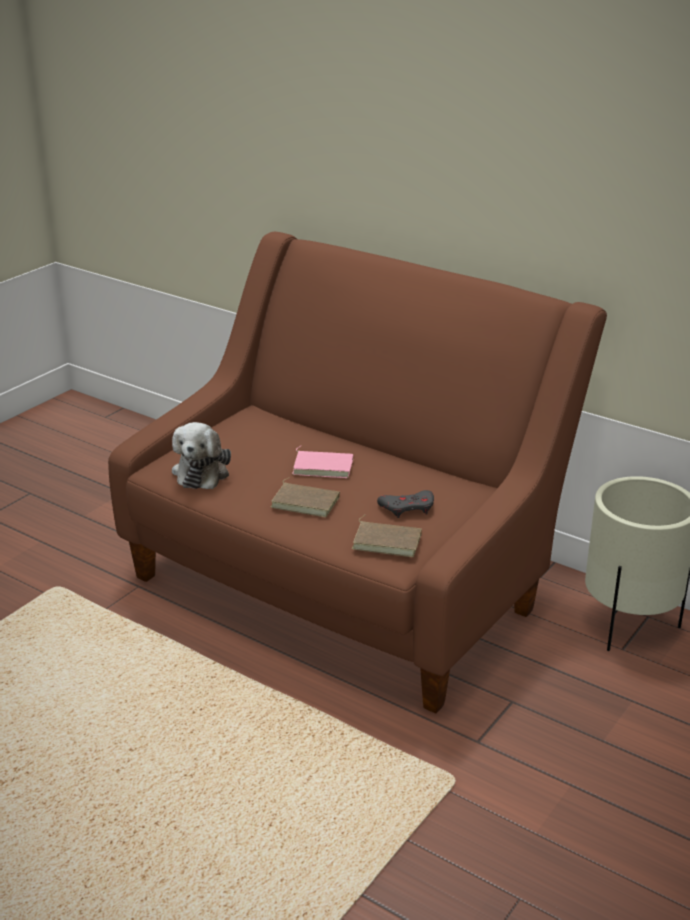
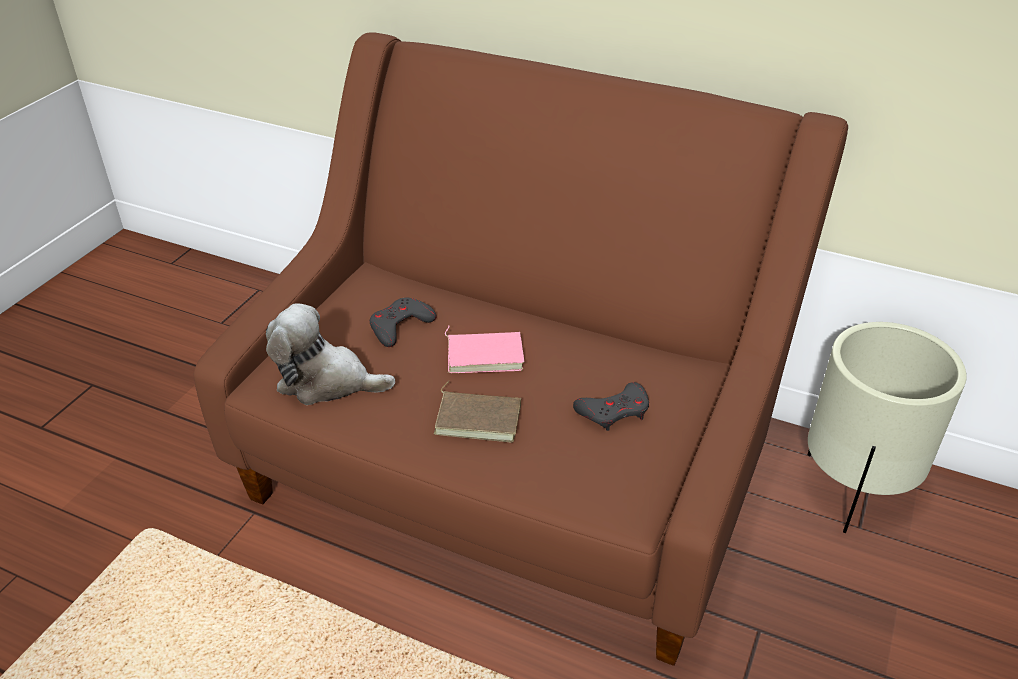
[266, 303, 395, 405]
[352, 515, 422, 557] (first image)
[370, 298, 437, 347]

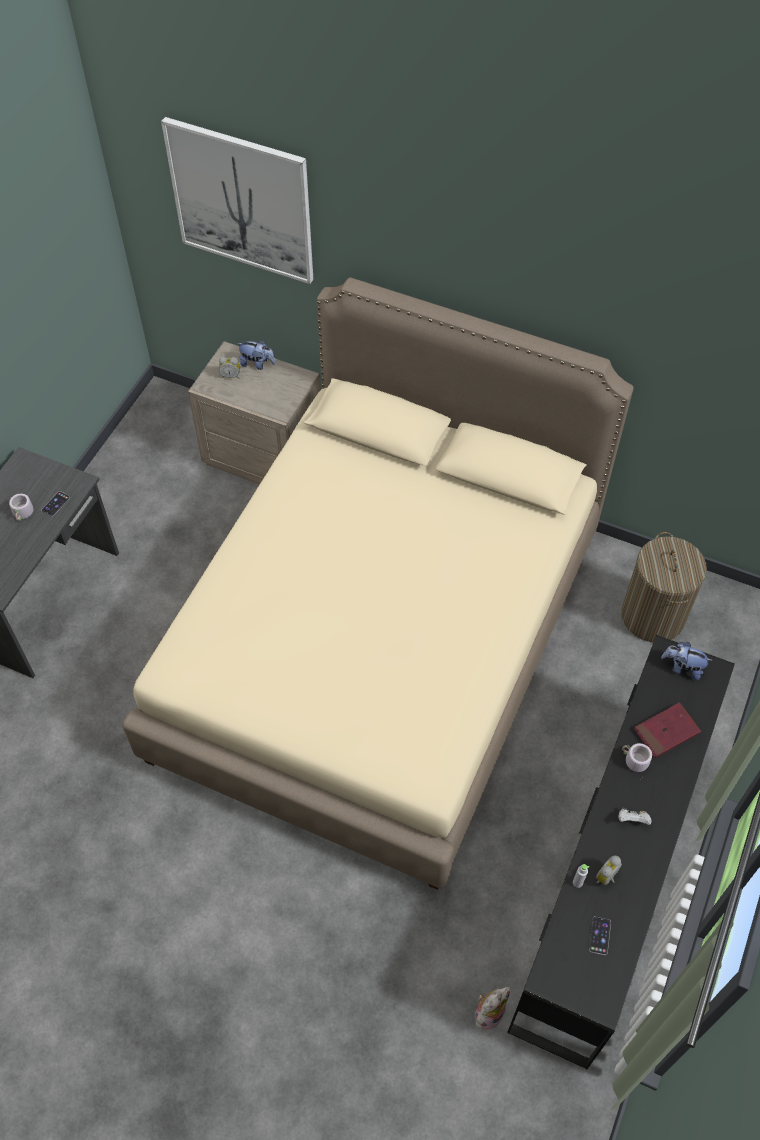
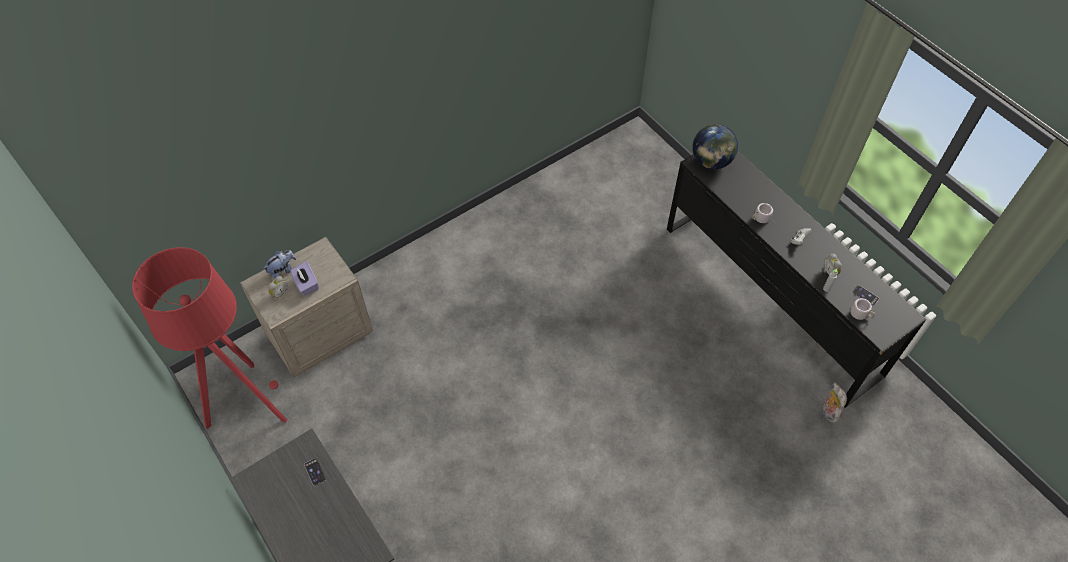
[161, 117, 314, 284] (first image)
[122, 277, 634, 890] (first image)
[850, 298, 875, 320]
[621, 532, 707, 642] (first image)
[692, 124, 738, 169]
[634, 702, 701, 758] (first image)
[132, 247, 287, 429]
[290, 261, 318, 295]

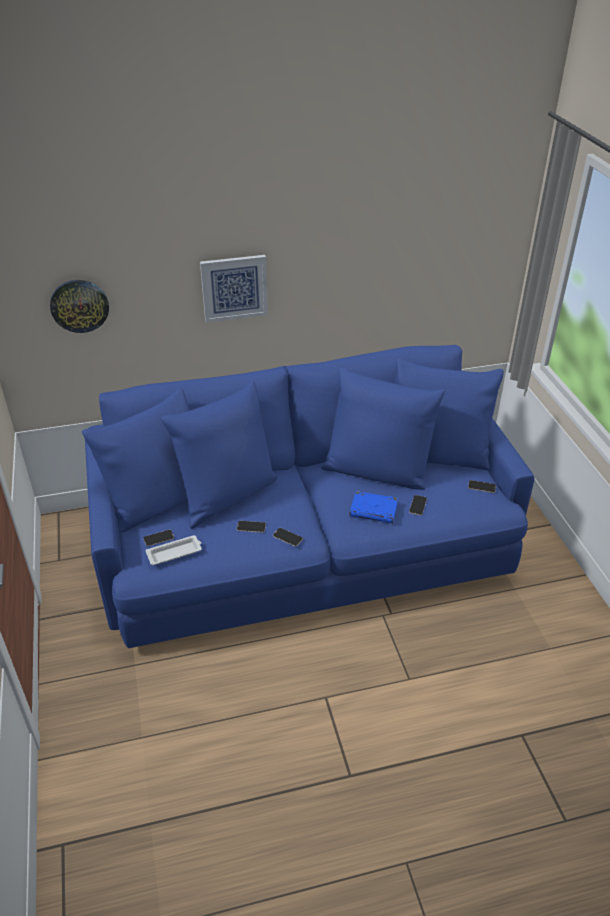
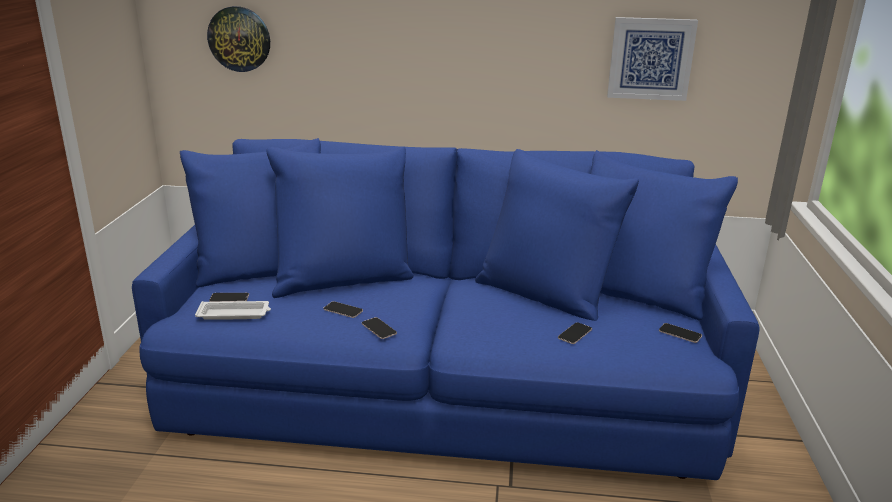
[607, 17, 698, 101]
[350, 491, 398, 523] (first image)

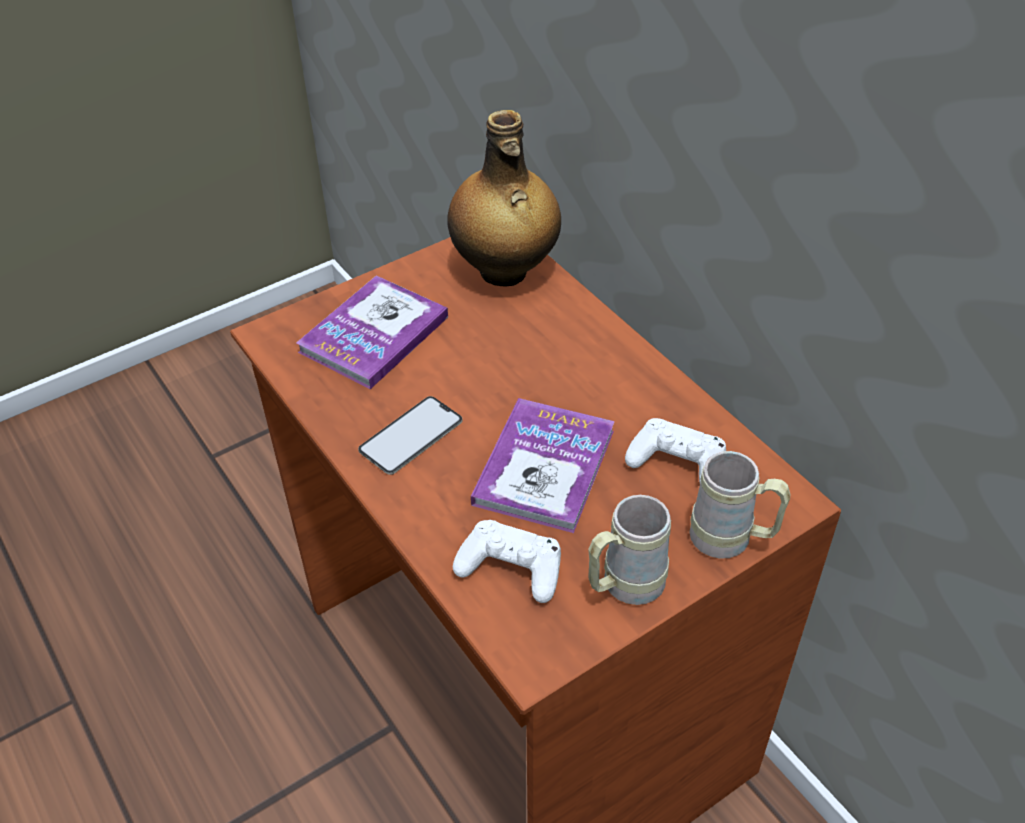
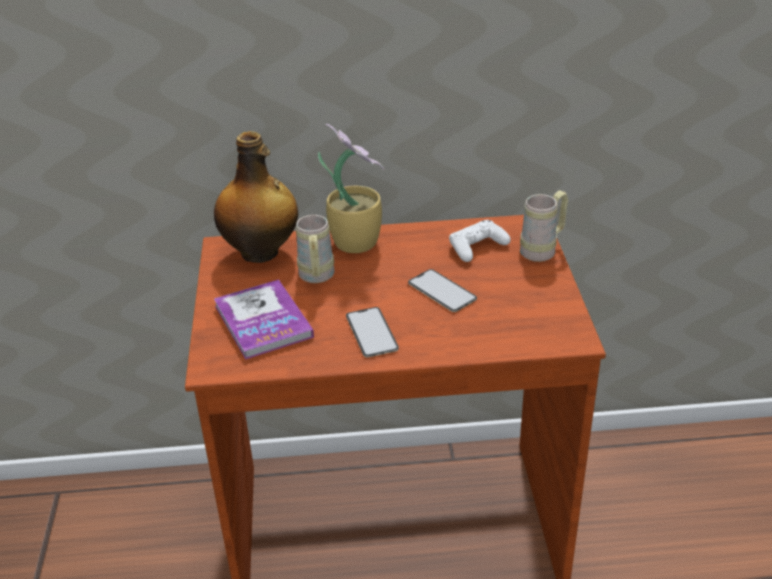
[408, 269, 477, 312]
[296, 215, 334, 283]
[453, 520, 561, 603] (first image)
[318, 124, 385, 253]

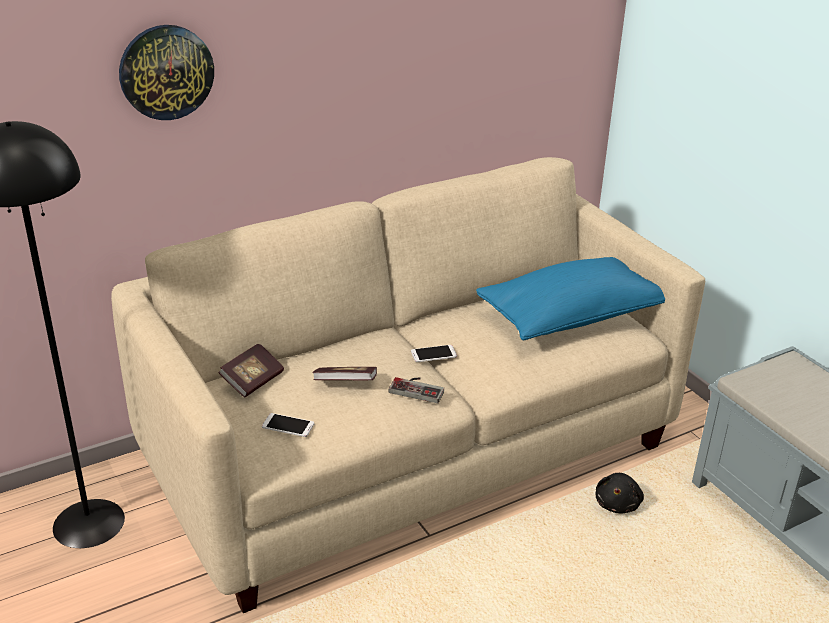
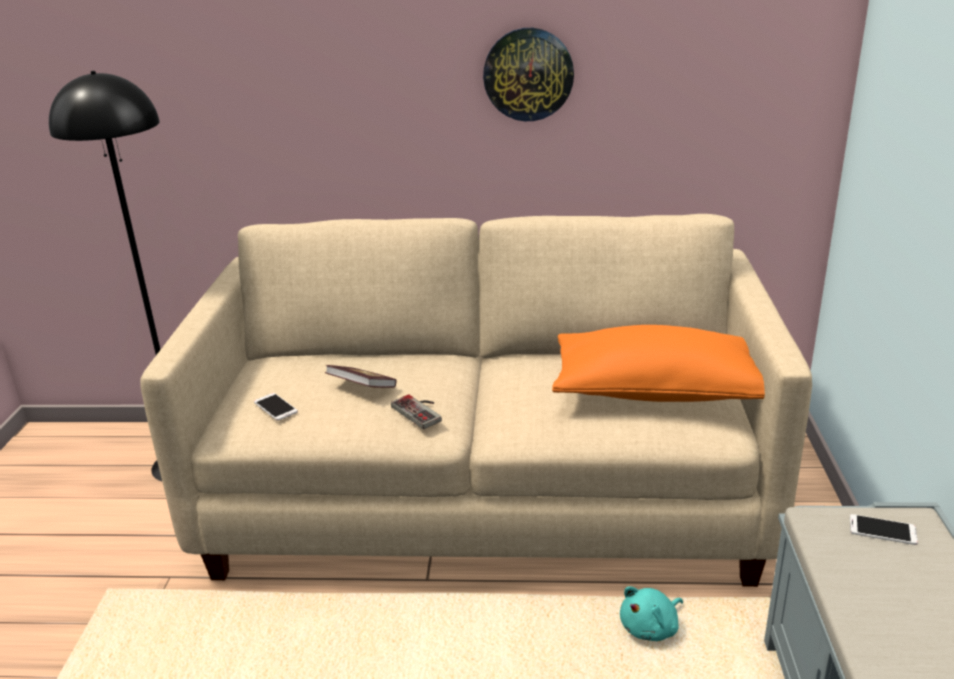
[483, 28, 574, 121]
[552, 325, 765, 402]
[218, 344, 284, 398] (first image)
[850, 514, 918, 545]
[620, 586, 683, 641]

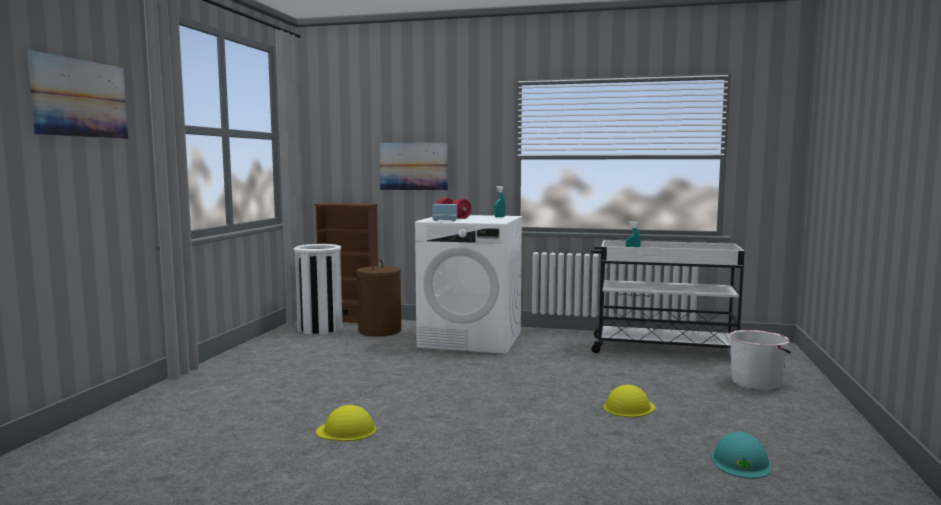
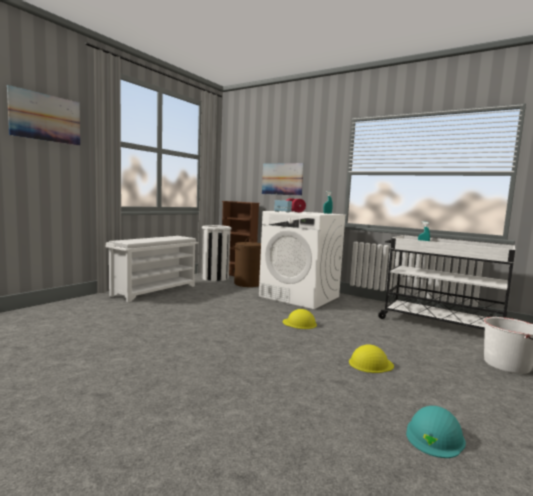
[283, 309, 317, 329]
[105, 236, 199, 302]

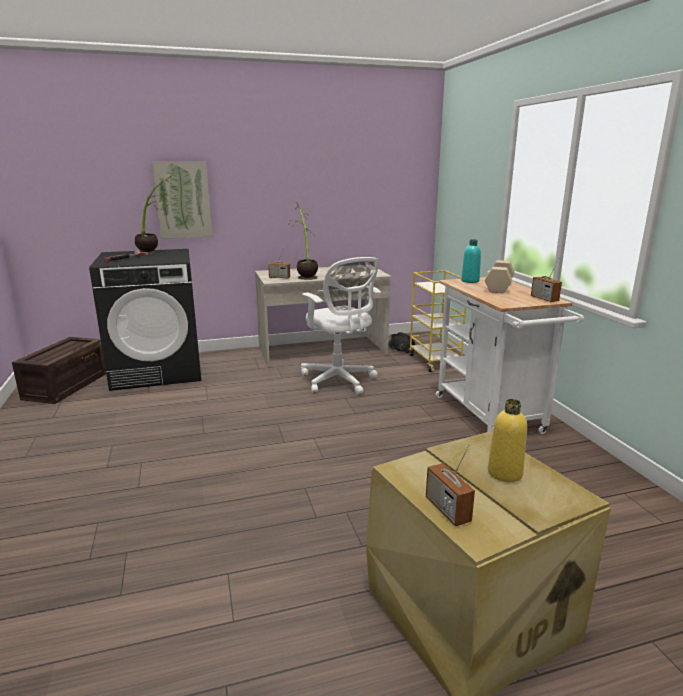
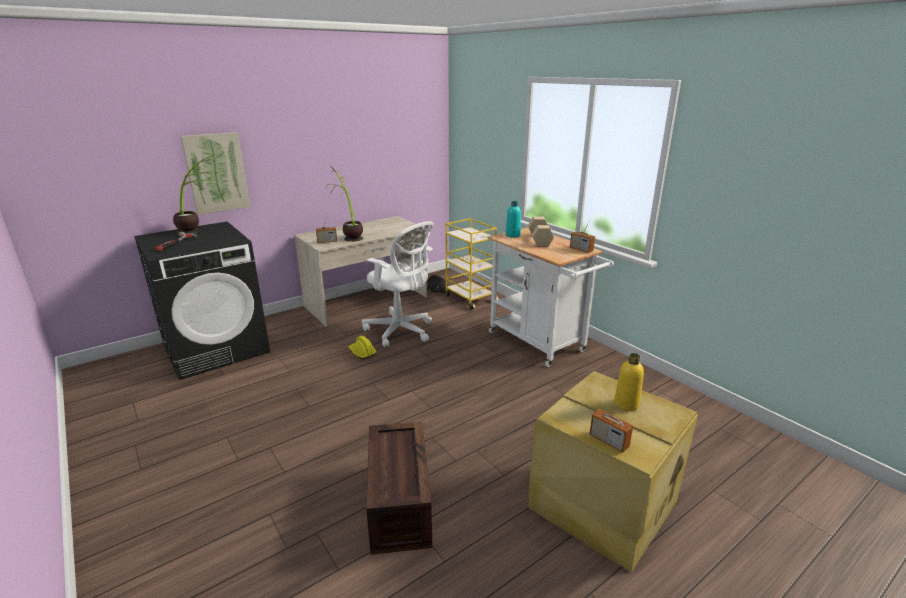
[366, 422, 432, 555]
[349, 336, 377, 359]

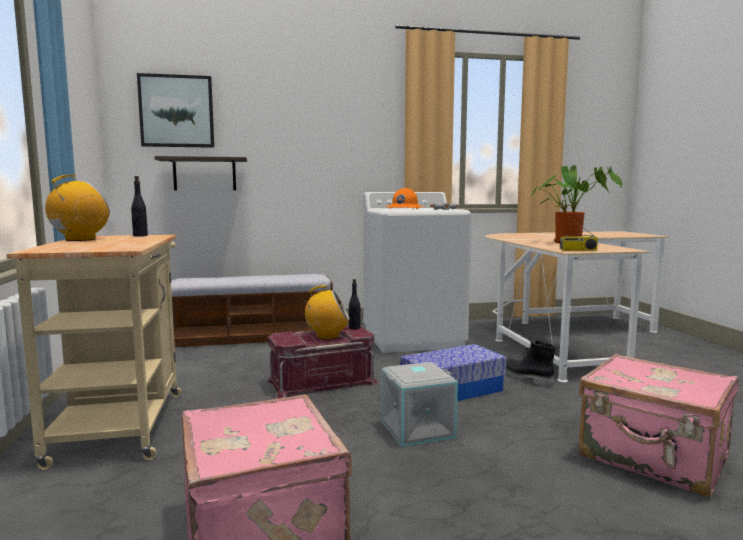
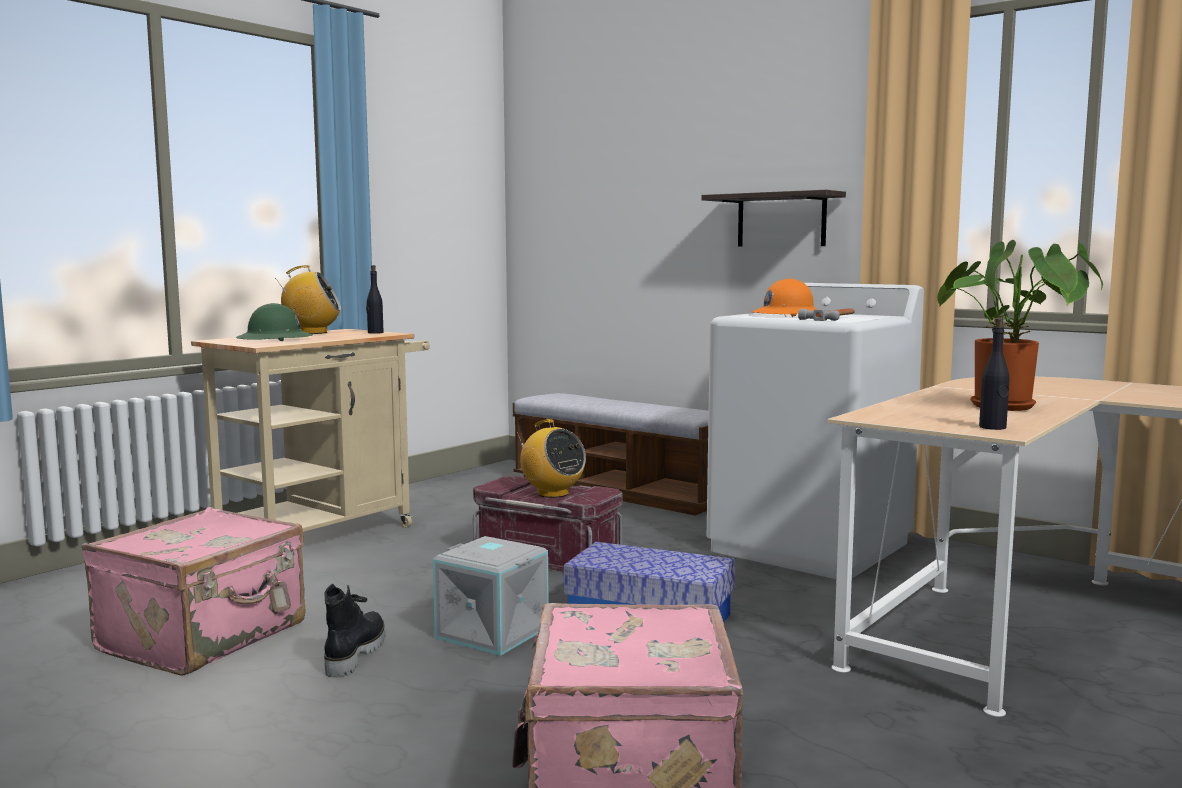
[137, 73, 214, 148] (first image)
[701, 190, 846, 247]
[560, 216, 598, 251] (first image)
[979, 318, 1009, 430]
[324, 583, 385, 678]
[236, 303, 313, 341]

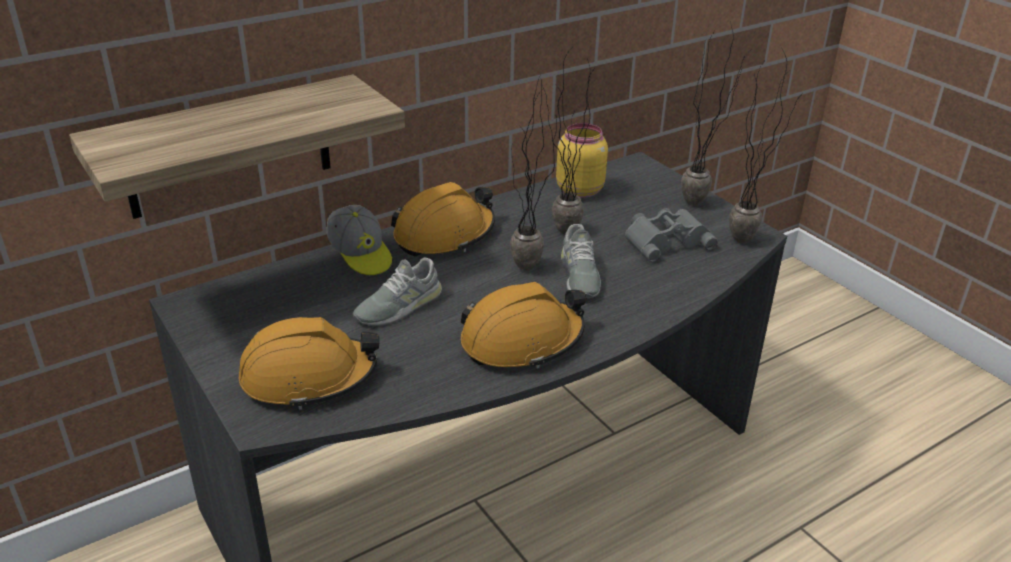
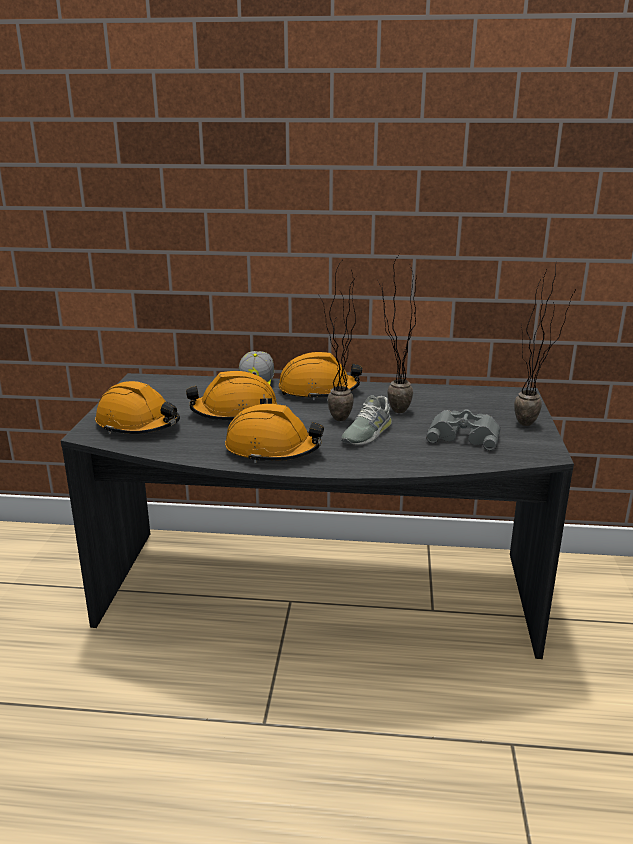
[729, 47, 804, 243] (first image)
[69, 75, 405, 219] (first image)
[556, 123, 608, 198] (first image)
[186, 371, 277, 420]

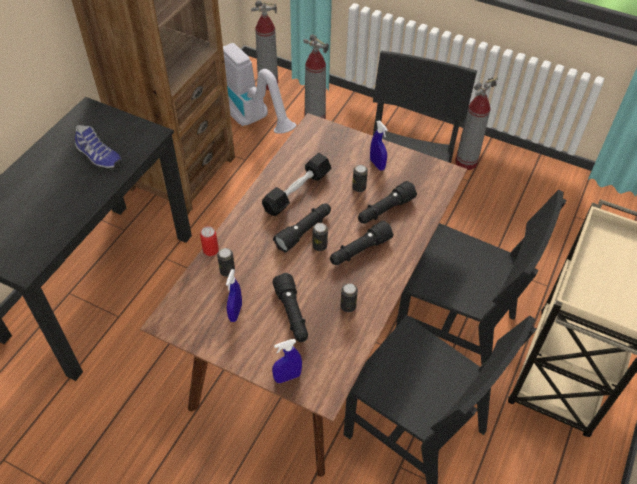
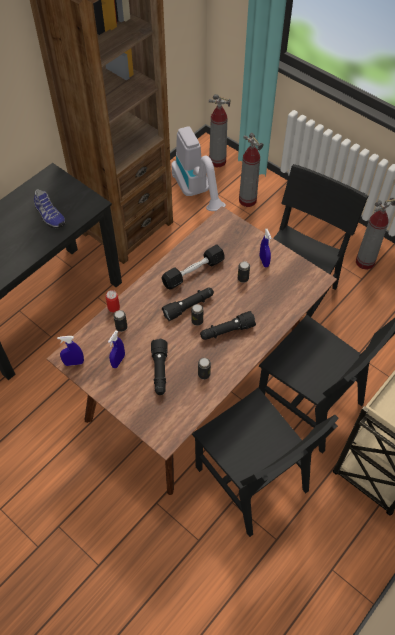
[358, 181, 417, 223] (first image)
[57, 336, 84, 366]

